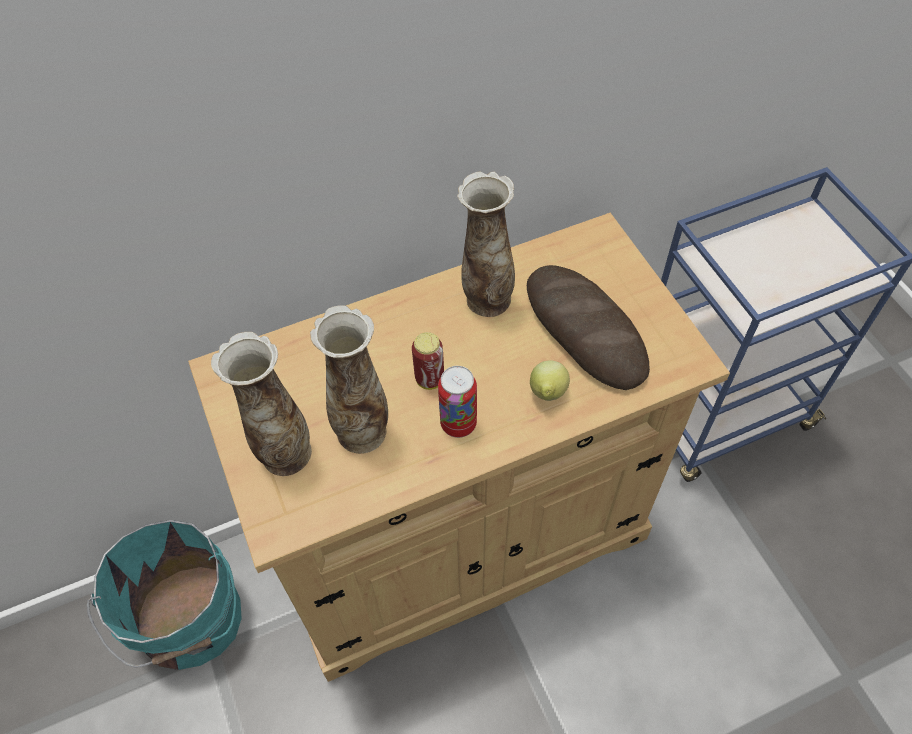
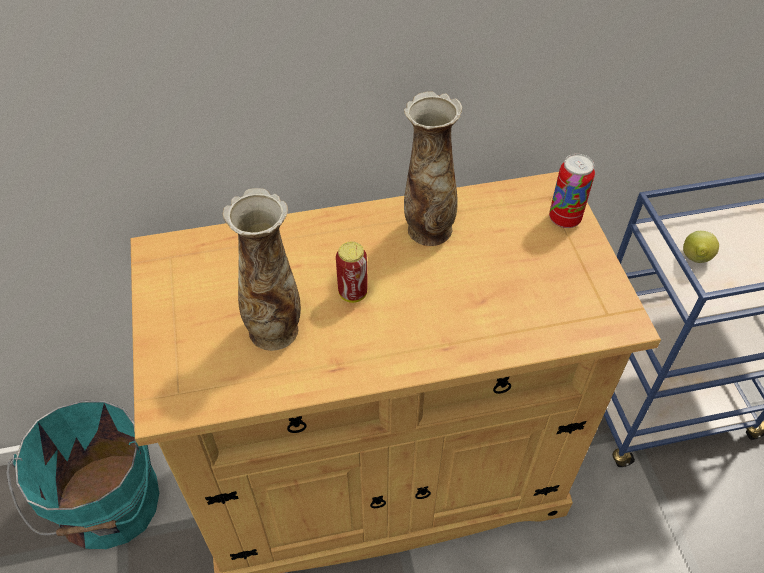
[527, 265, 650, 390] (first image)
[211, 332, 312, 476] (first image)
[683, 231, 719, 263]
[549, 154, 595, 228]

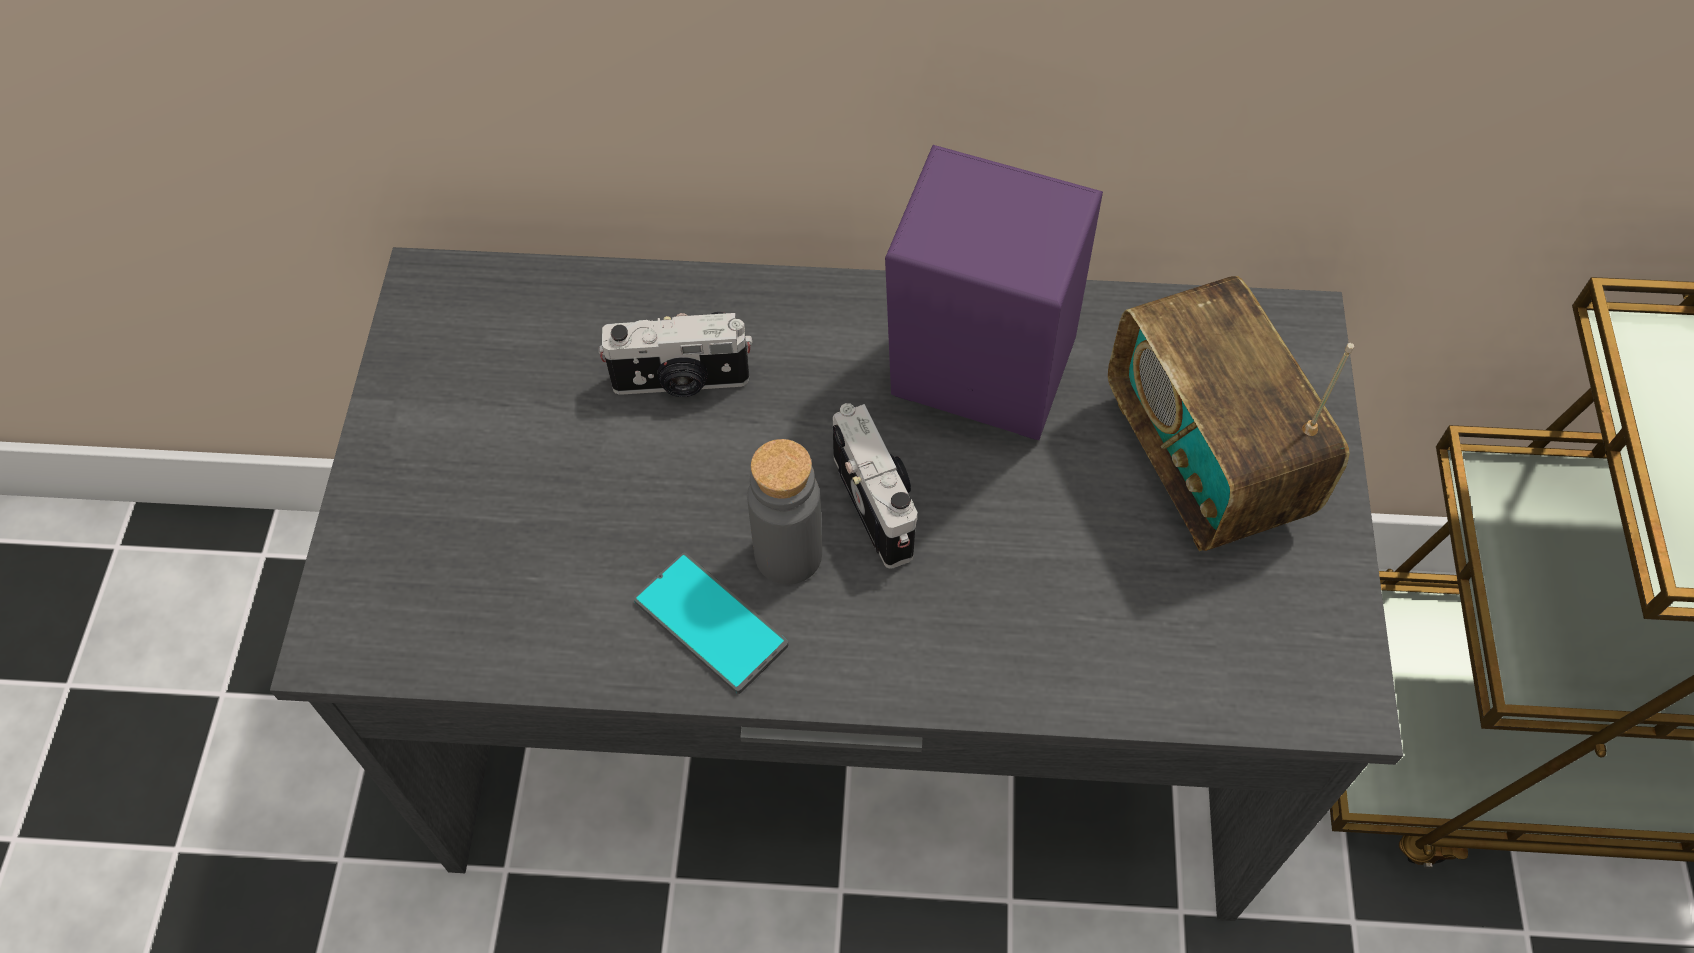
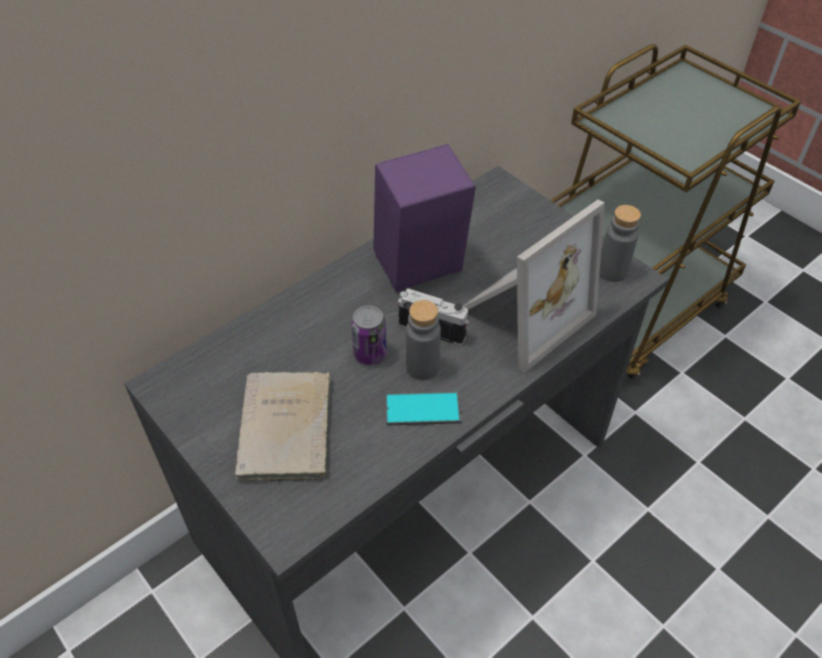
[1108, 276, 1354, 551] (first image)
[599, 312, 752, 397] (first image)
[463, 200, 605, 373]
[599, 205, 641, 282]
[351, 306, 387, 365]
[235, 371, 330, 483]

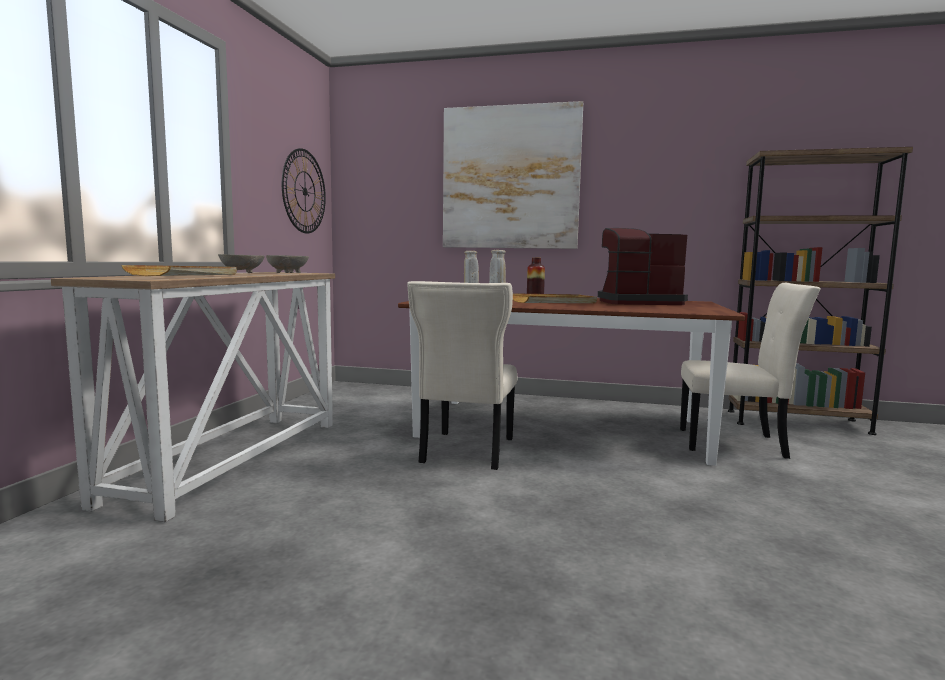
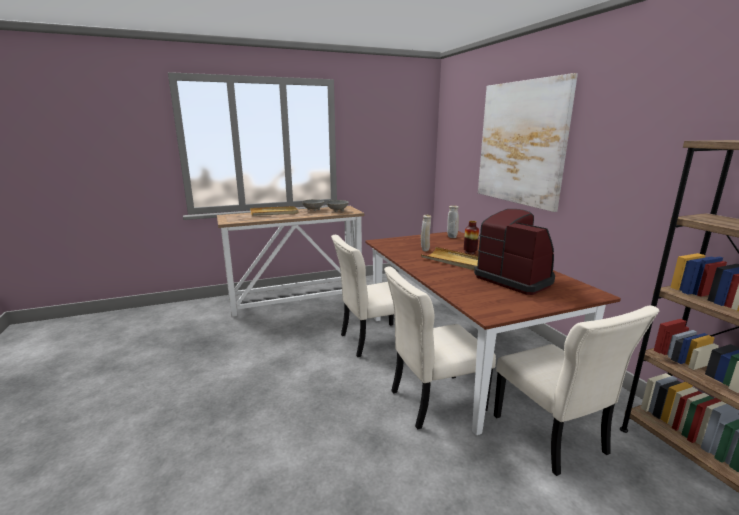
[282, 148, 326, 233] (first image)
[384, 267, 496, 430]

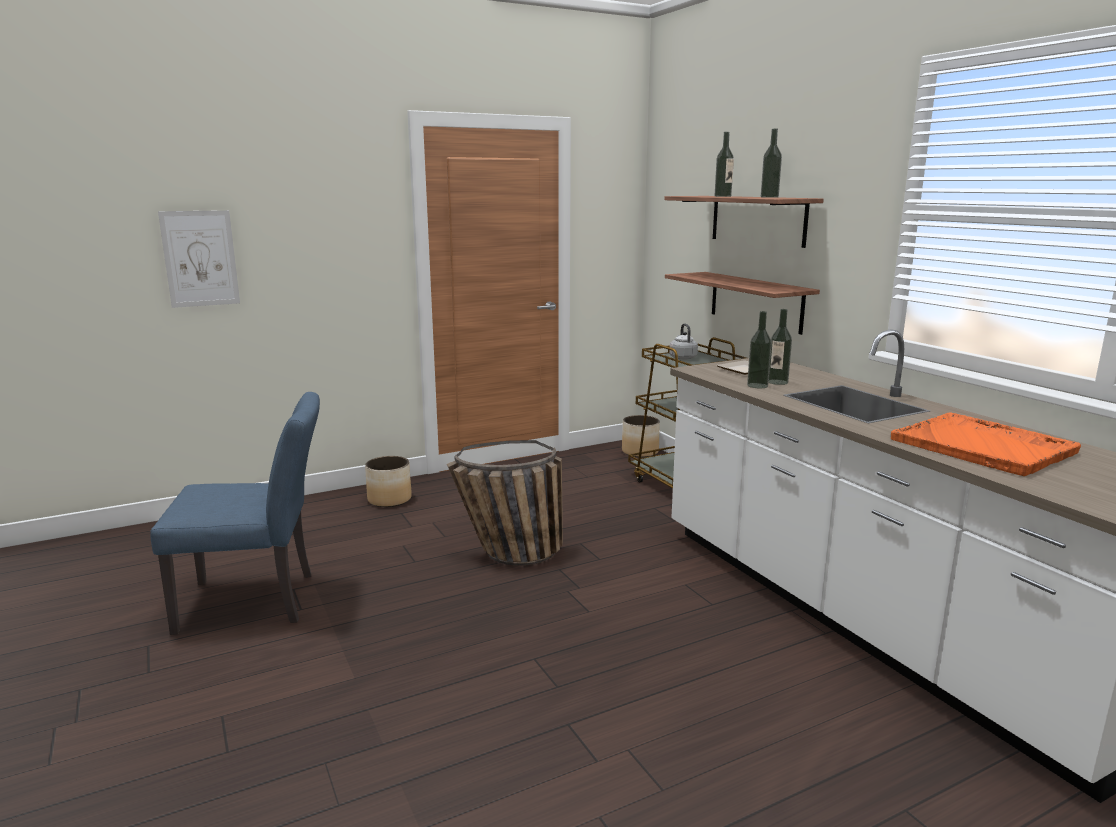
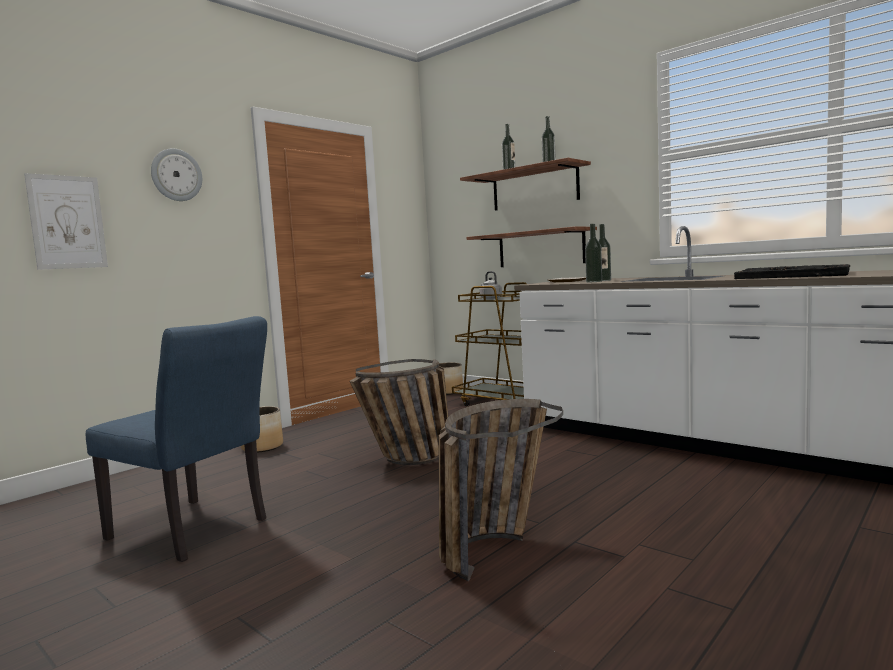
[86, 316, 267, 562]
[734, 264, 850, 279]
[151, 149, 202, 201]
[439, 399, 563, 581]

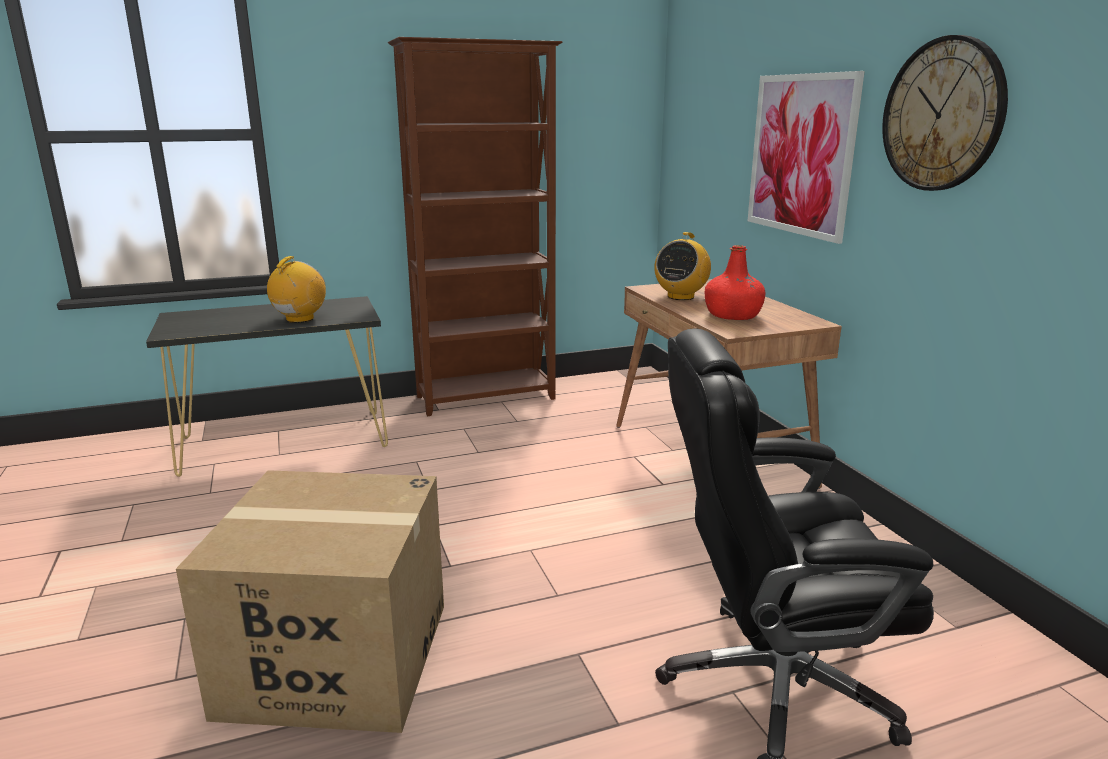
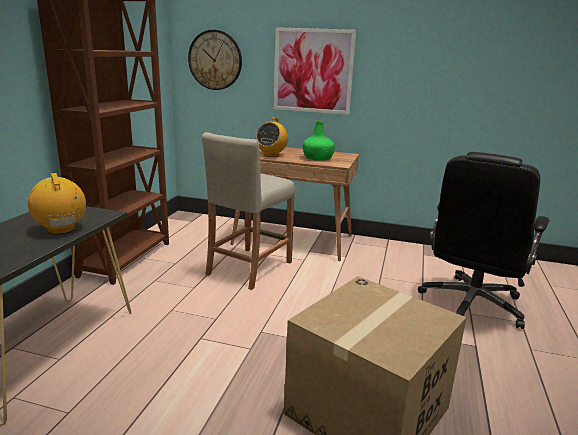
[188, 30, 242, 90]
[256, 117, 288, 157]
[303, 120, 335, 161]
[202, 132, 295, 290]

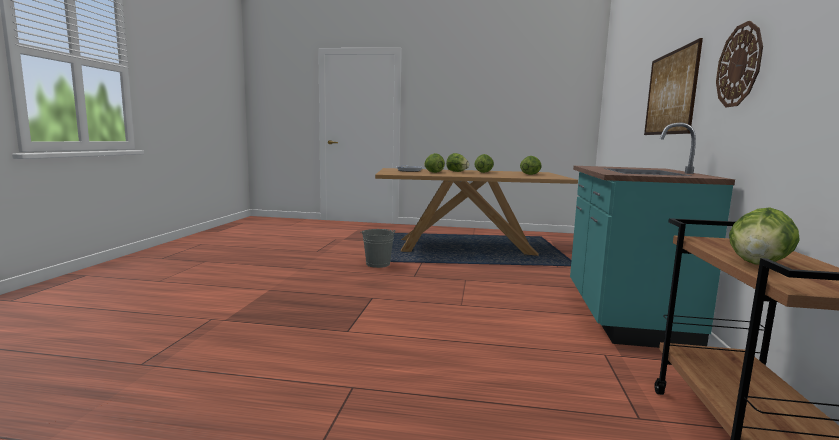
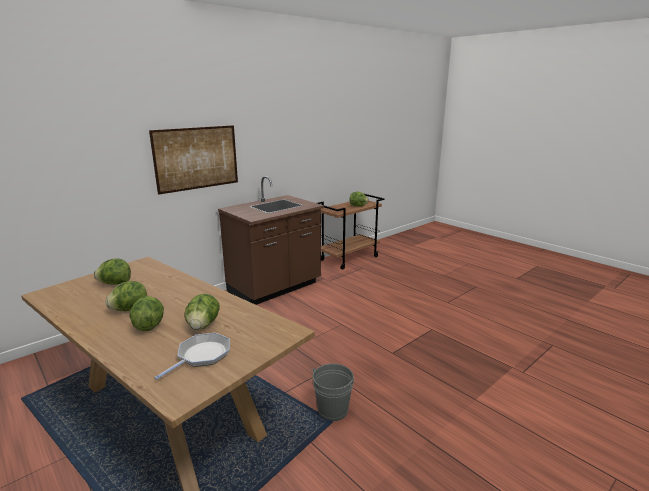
[716, 21, 763, 107] (first image)
[218, 176, 324, 305]

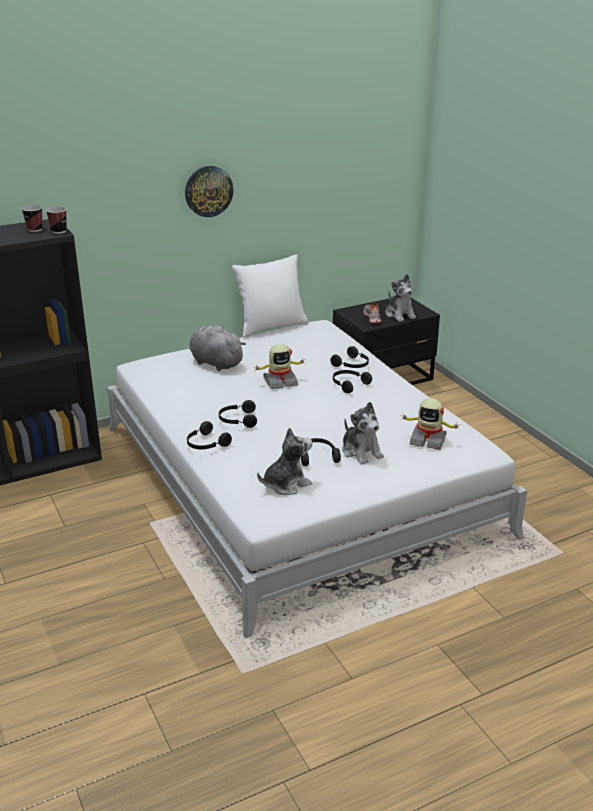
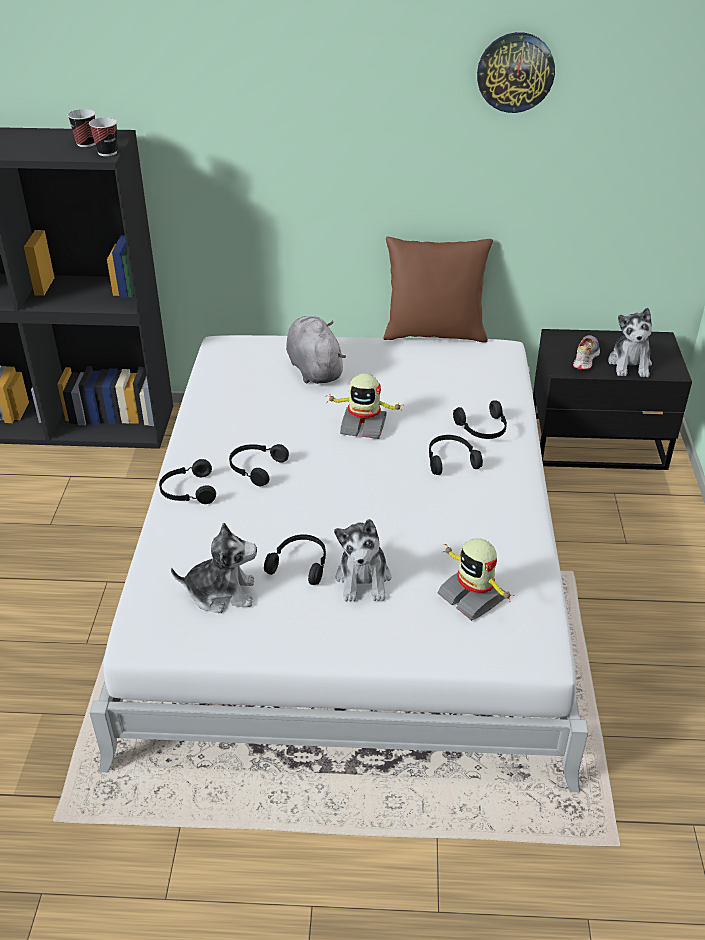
[477, 32, 555, 113]
[383, 237, 493, 343]

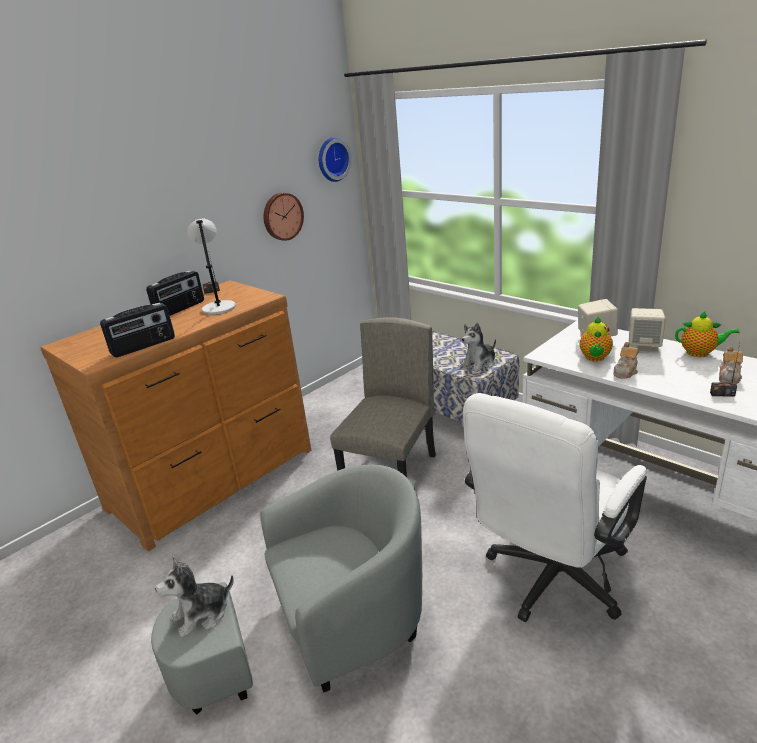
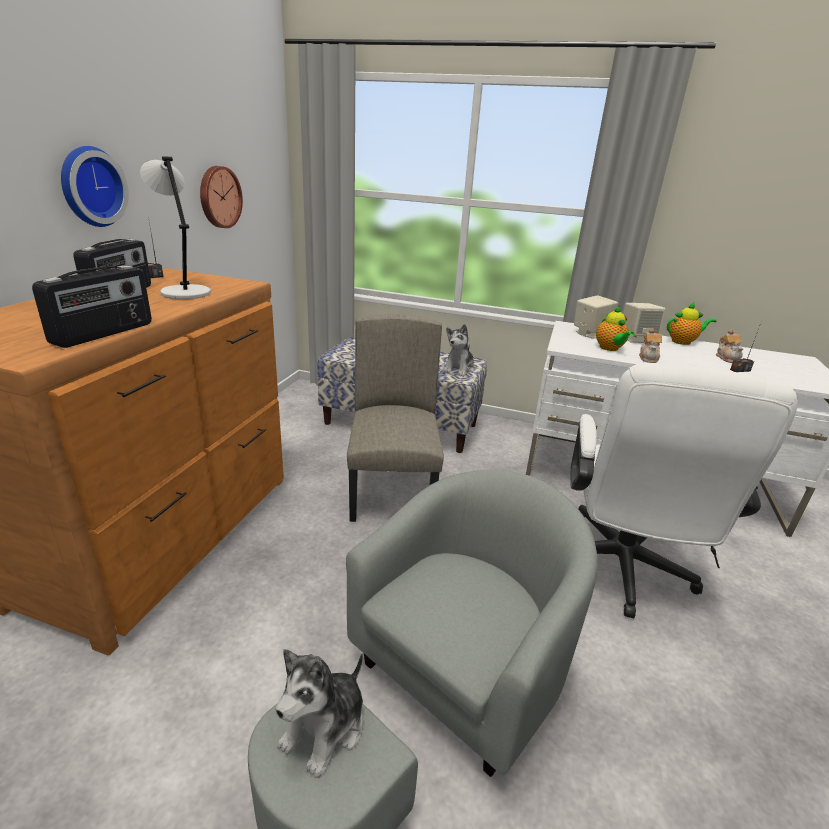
[61, 146, 129, 227]

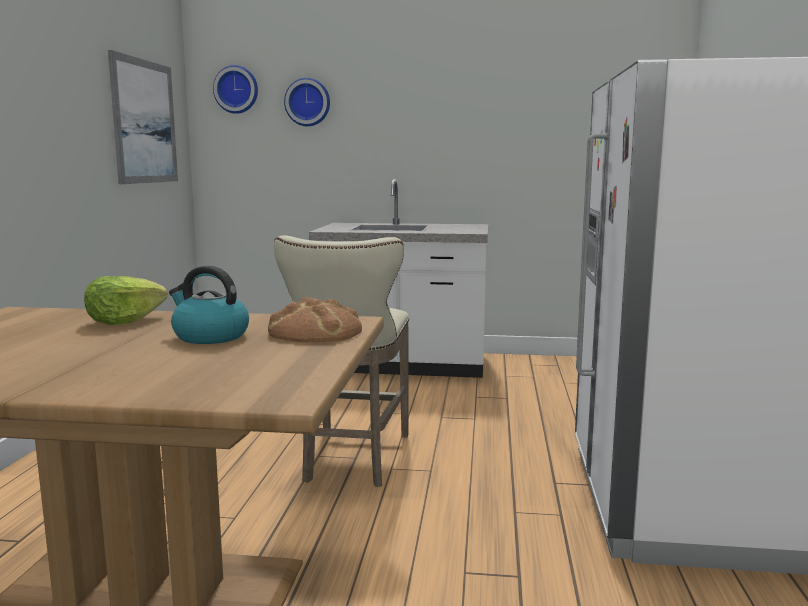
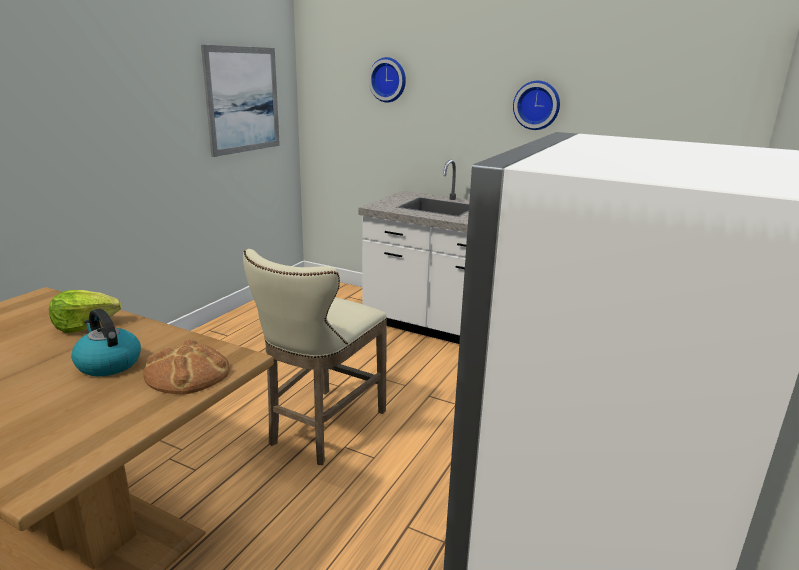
[513, 81, 560, 130]

